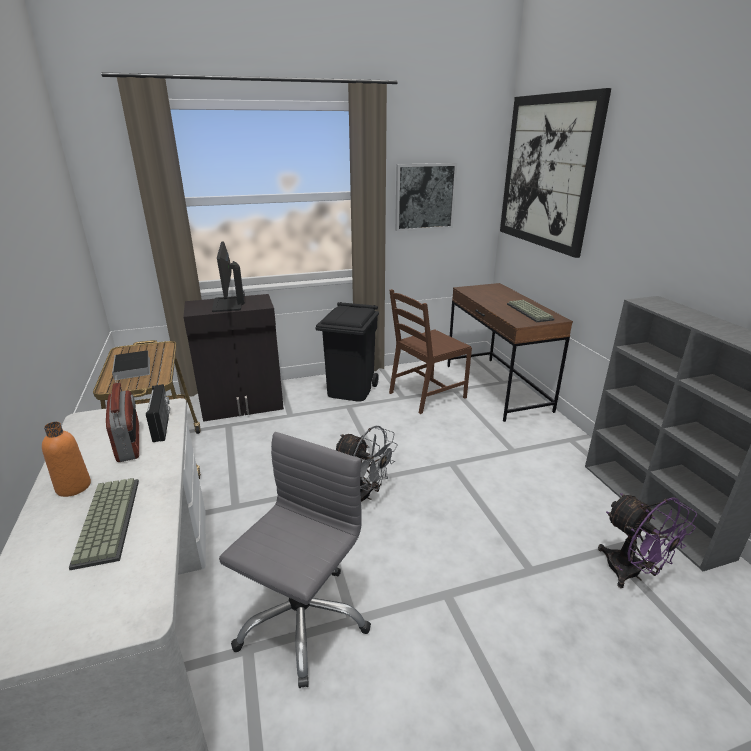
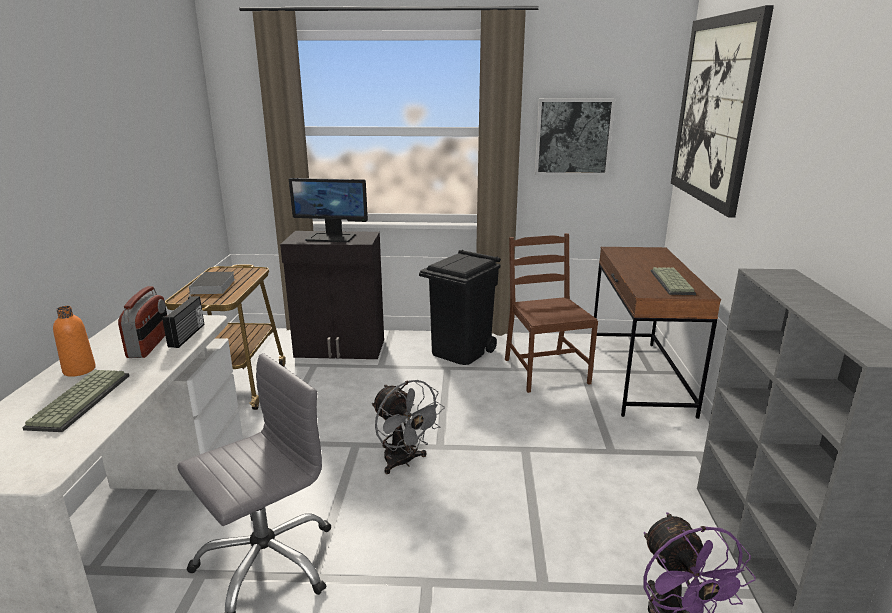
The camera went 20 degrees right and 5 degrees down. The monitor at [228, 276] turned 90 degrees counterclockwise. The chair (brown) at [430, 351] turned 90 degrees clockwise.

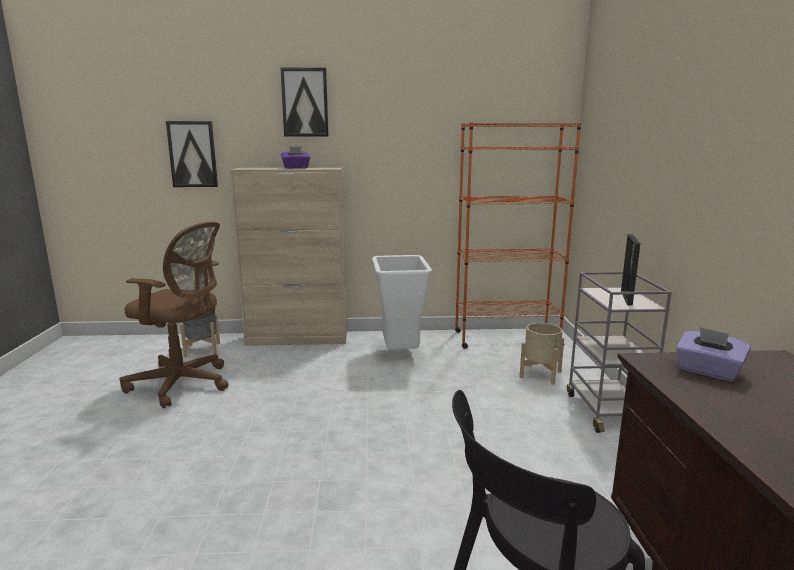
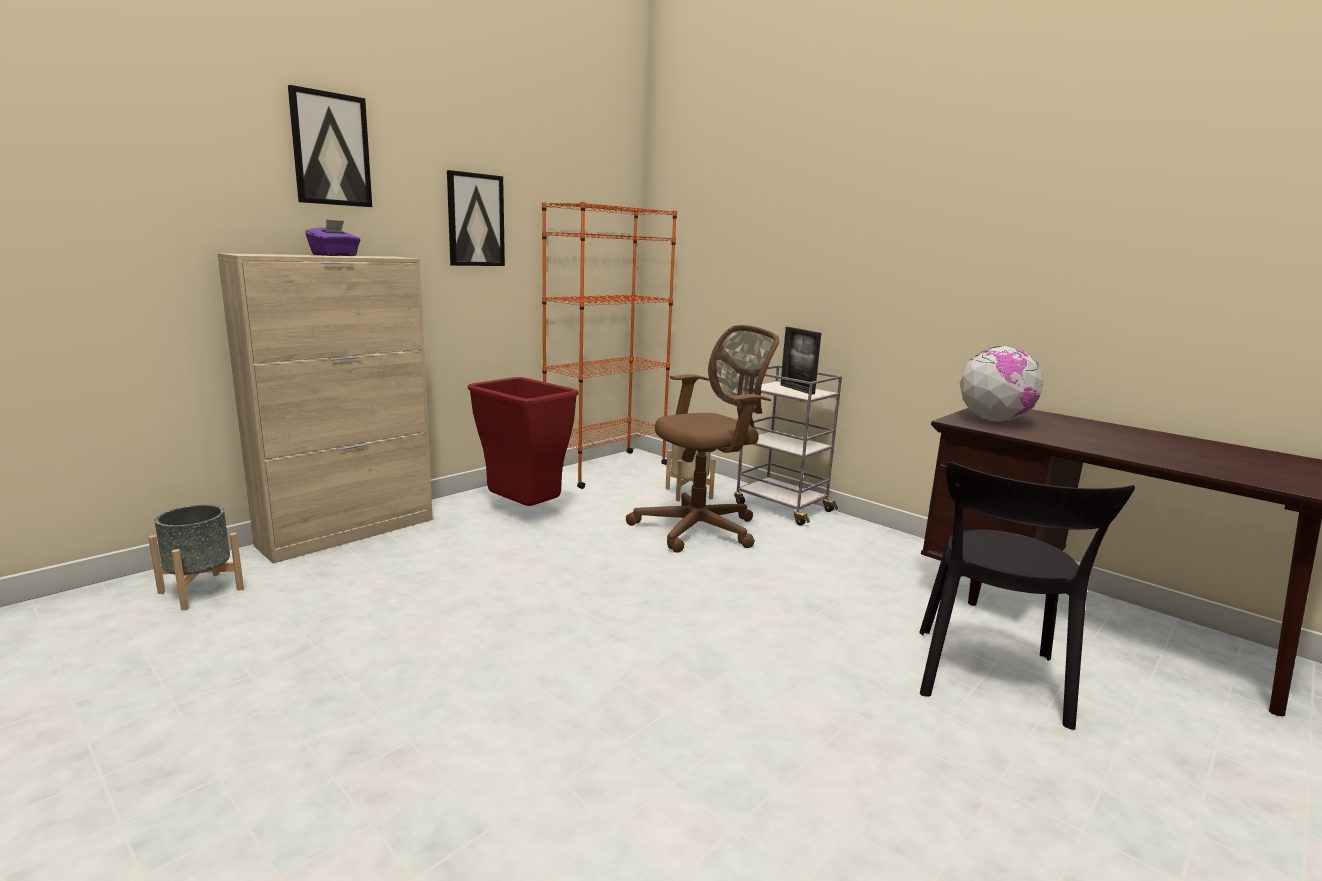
The camera went 45 degrees left and 0 degrees up. The office chair (brown) moved from [174, 315] to [702, 439]. The picture moved from [192, 154] to [476, 218]. The trash can (white) at [402, 302] became the trash can (red) at [523, 441]. The tissue box (purple) at [713, 354] was replaced by the globe at [1002, 384].

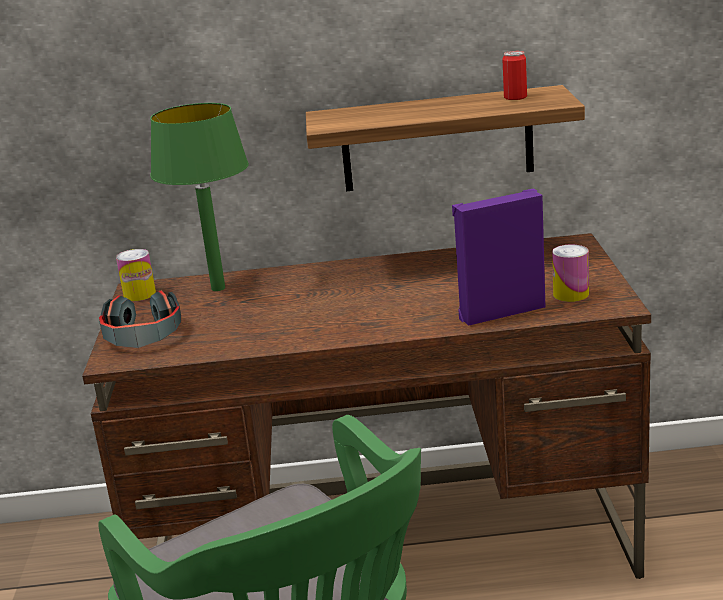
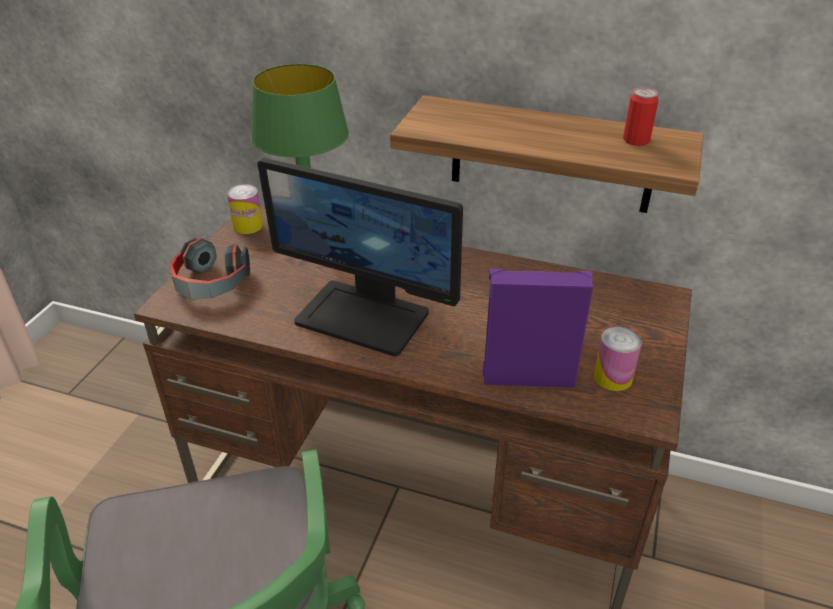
The camera went 20 degrees right and 15 degrees up. The monitor at [360, 257] appeared.

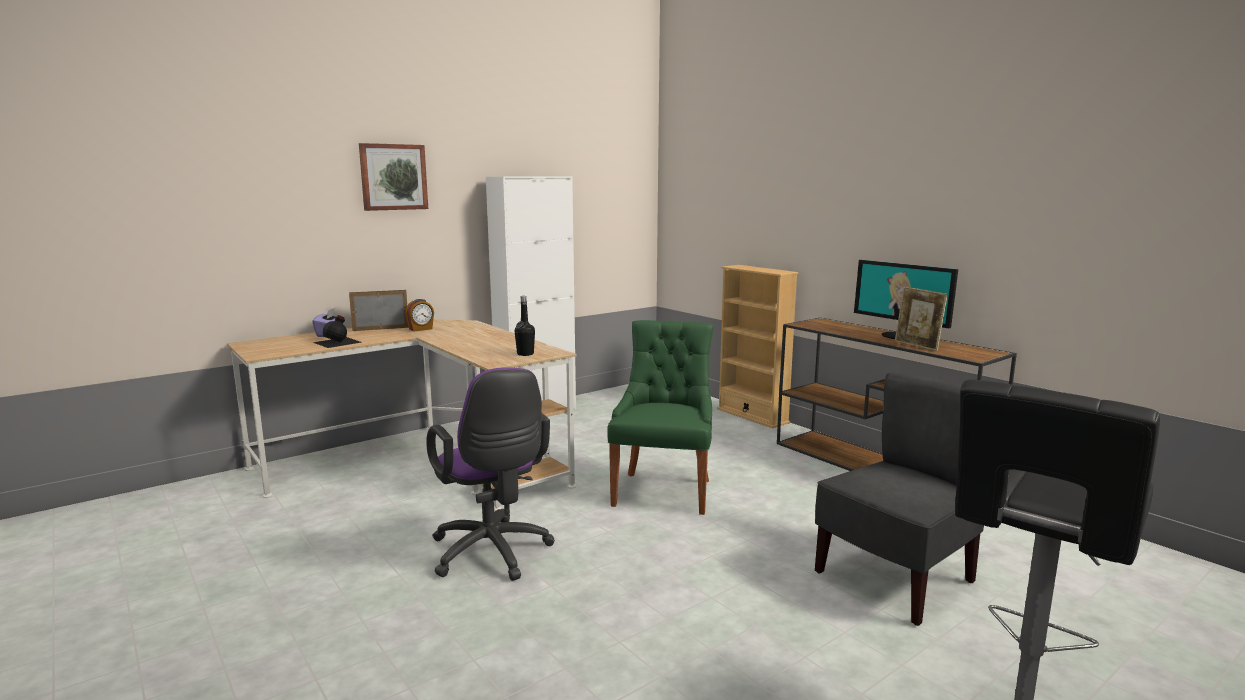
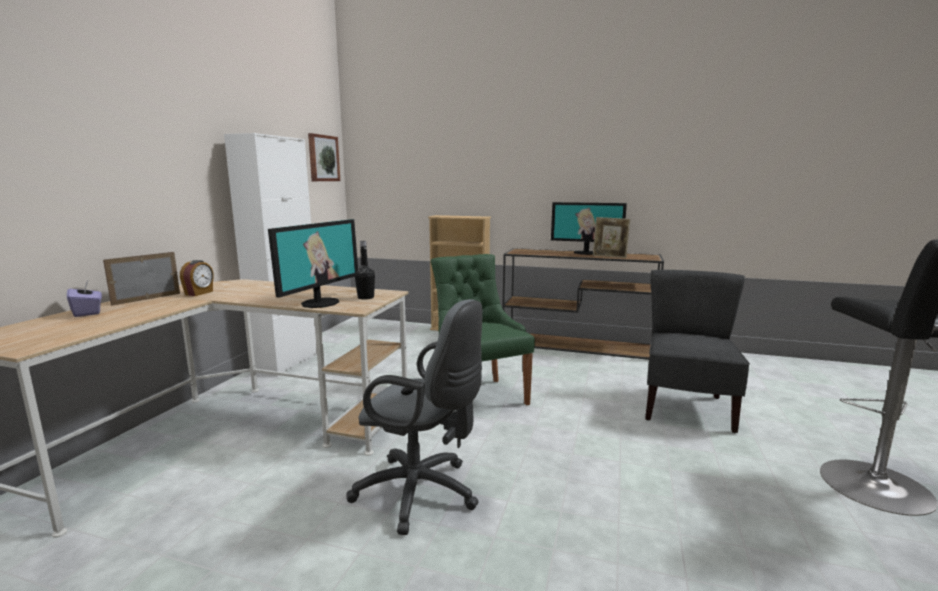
The camera went 35 degrees left and 0 degrees up. The bottle (black) at [337, 331] disappeared. The picture moved from [393, 177] to [324, 157]. The office chair (purple) at [490, 474] became the office chair (grey) at [414, 417]. The monitor at [313, 263] appeared.

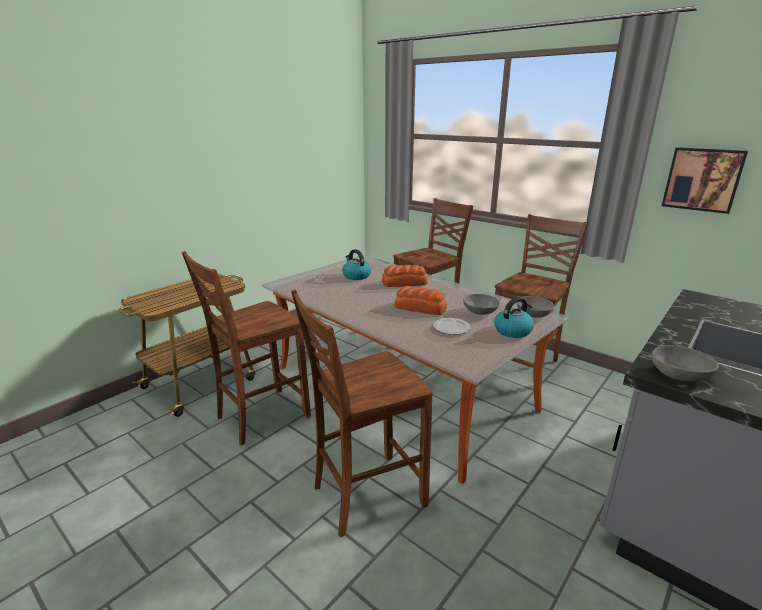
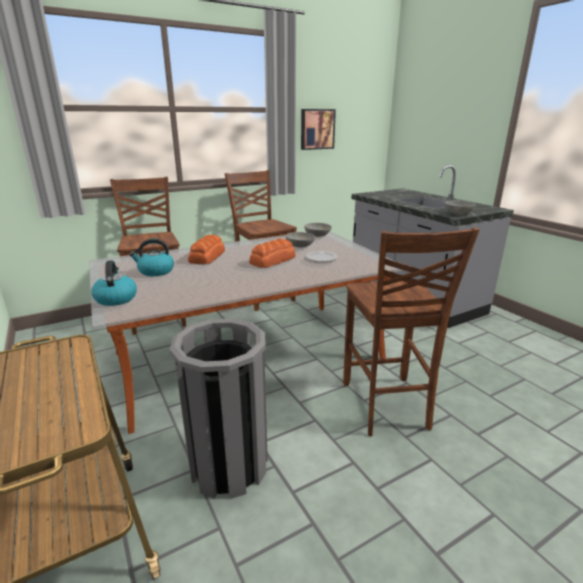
The camera went 70 degrees left and 0 degrees up. The chair (brown) at [246, 348] was replaced by the trash can (grey) at [219, 408]. The kettle moved from [514, 317] to [114, 283].

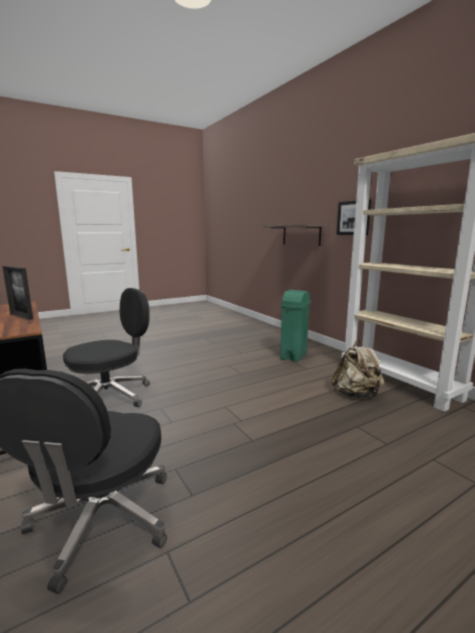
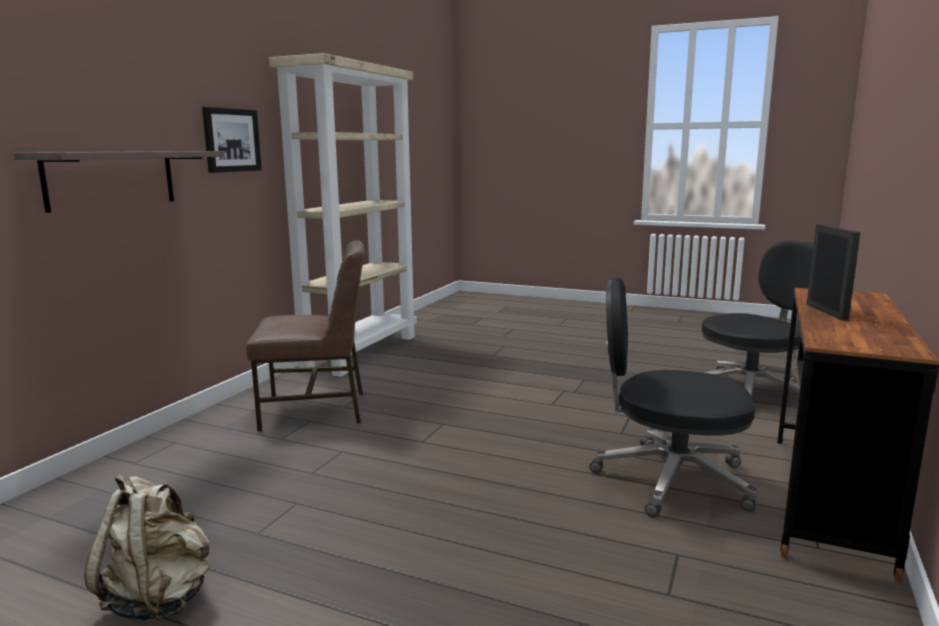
The camera went 125 degrees left and 0 degrees up. The trash can (green) at [295, 326] was replaced by the chair (brown) at [305, 335]. The backpack (beige) moved from [358, 368] to [147, 547].

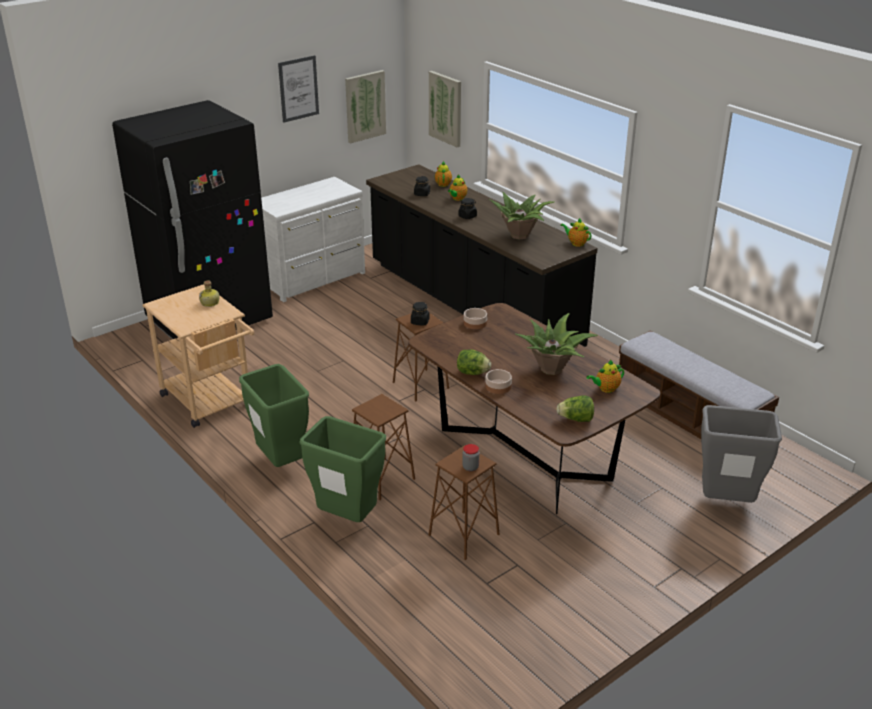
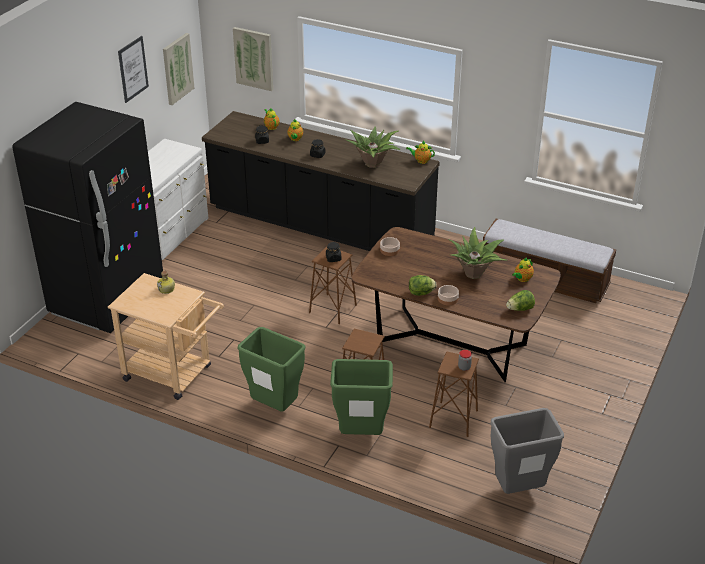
The camera went 25 degrees left and 5 degrees up. The trash can (grey) moved from [741, 454] to [527, 451].

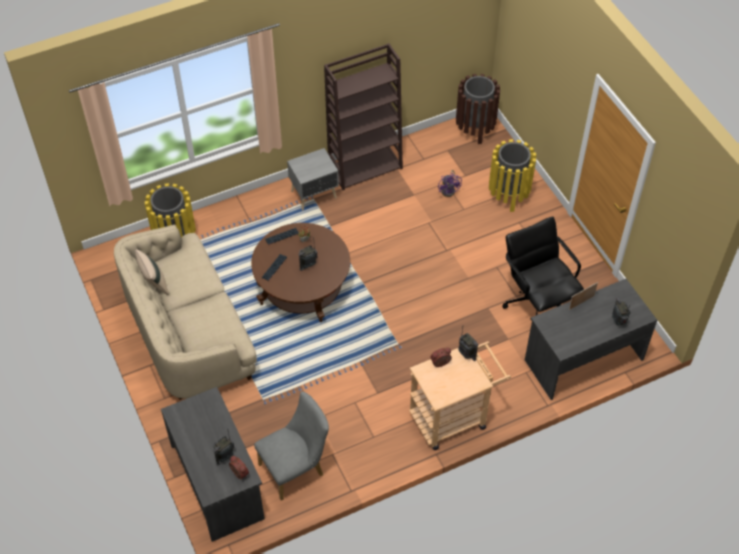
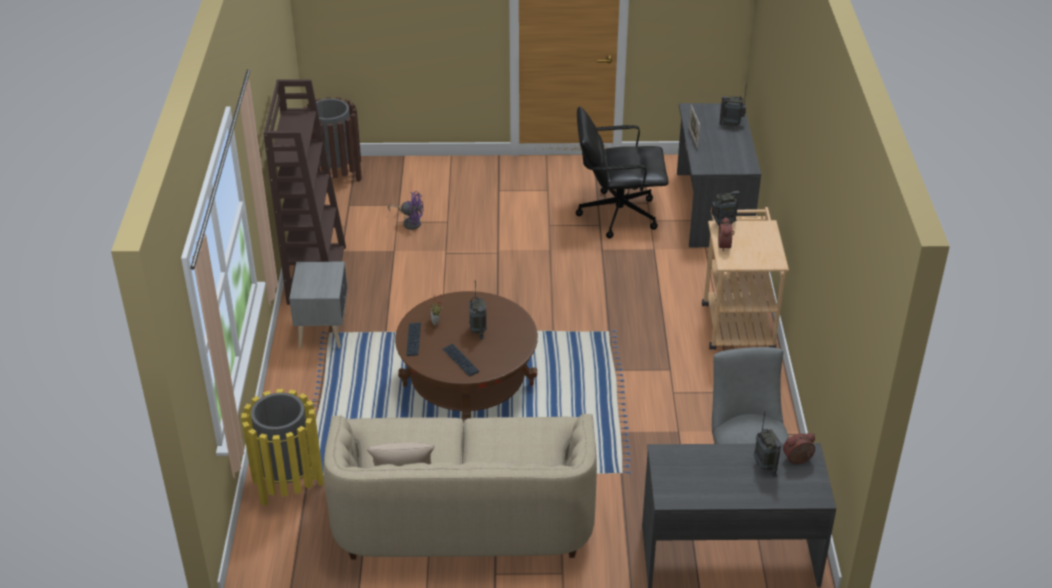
The camera went 65 degrees left and 15 degrees down. The trash can (yellow) at [512, 175] disappeared.

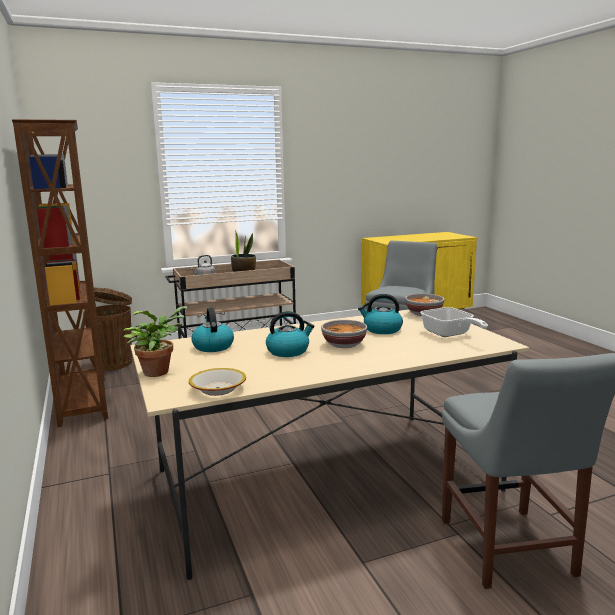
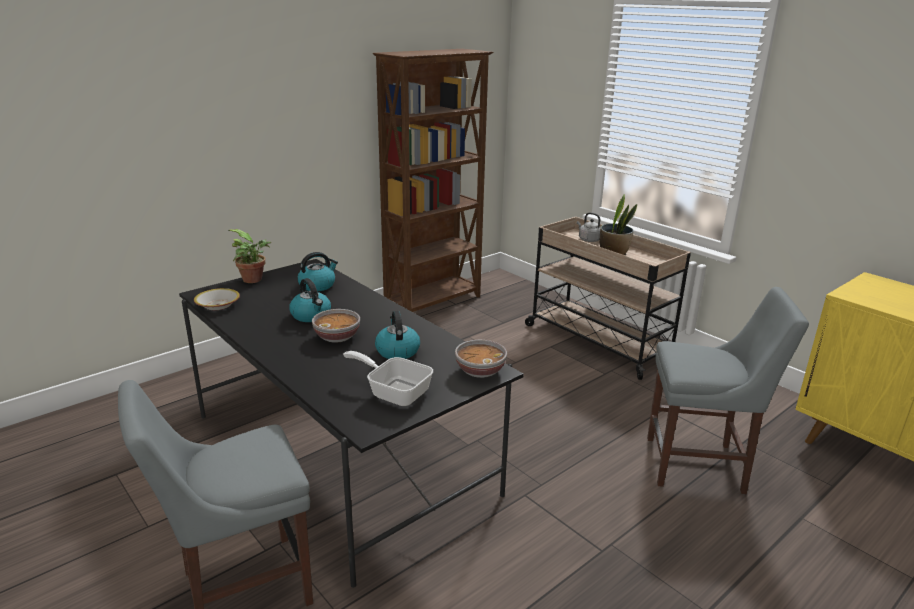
The camera went 70 degrees right and 10 degrees up. The trash can (brown) at [107, 328] disappeared. The dining table (beige) at [329, 444] became the dining table (black) at [351, 423]. The frying pan at [454, 322] turned 75 degrees clockwise.

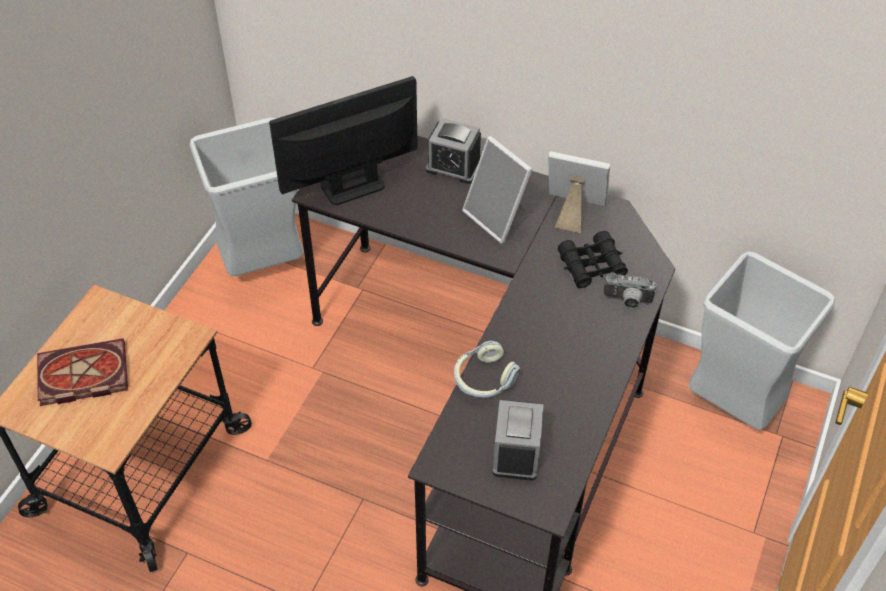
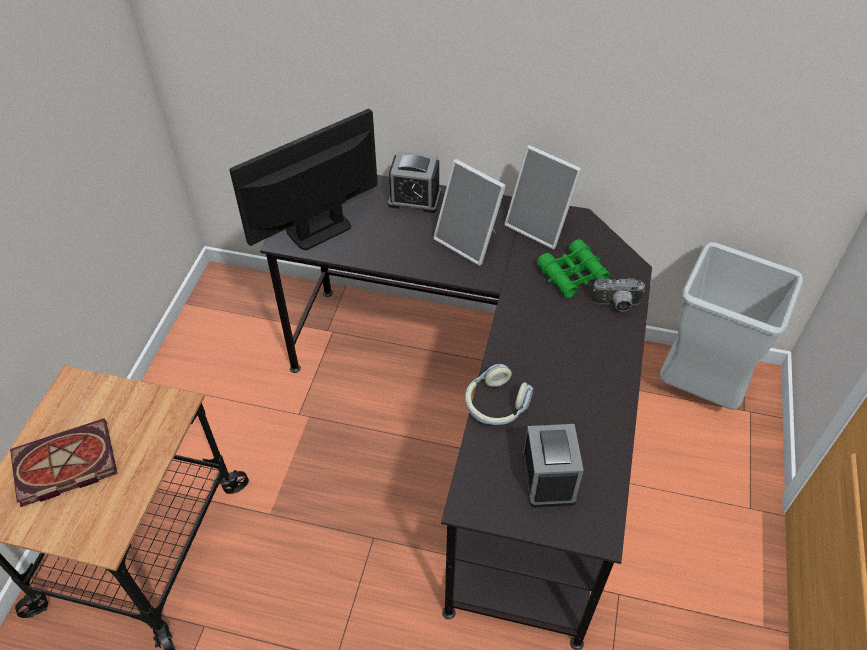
The camera went 10 degrees left and 0 degrees up. The trash can (grey) at [247, 197] disappeared. The picture frame at [579, 192] turned 150 degrees counterclockwise. The binoculars (black) at [593, 259] became the binoculars (green) at [573, 269].

